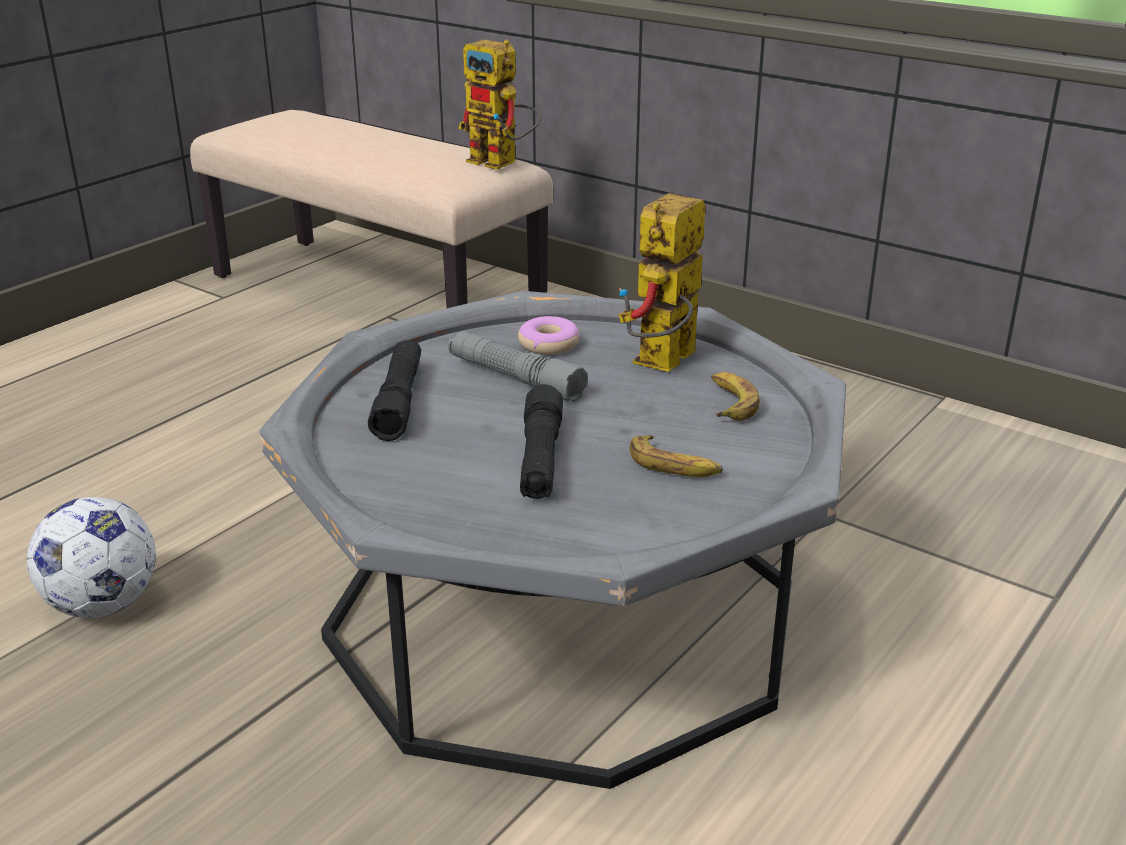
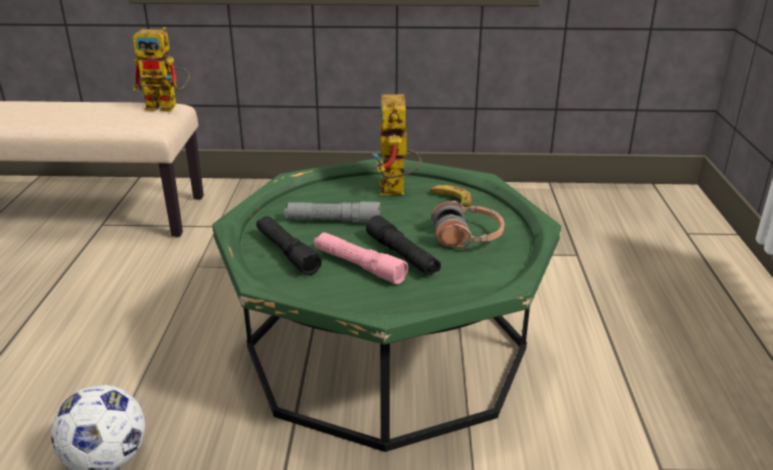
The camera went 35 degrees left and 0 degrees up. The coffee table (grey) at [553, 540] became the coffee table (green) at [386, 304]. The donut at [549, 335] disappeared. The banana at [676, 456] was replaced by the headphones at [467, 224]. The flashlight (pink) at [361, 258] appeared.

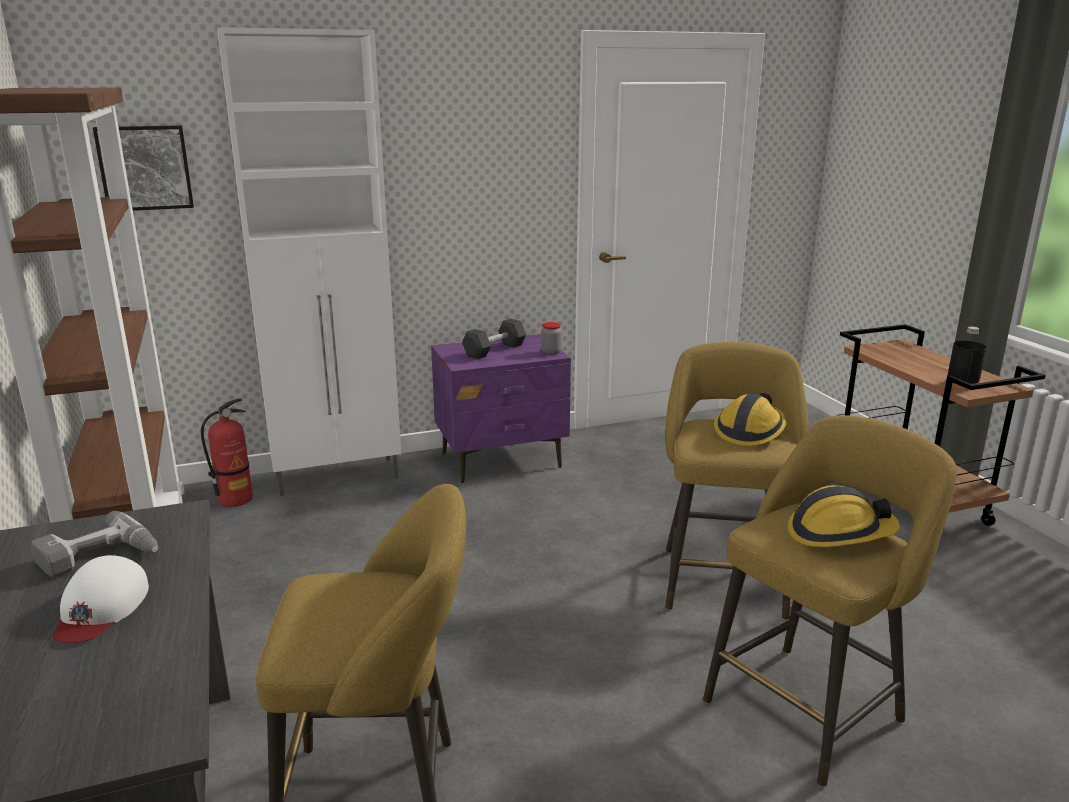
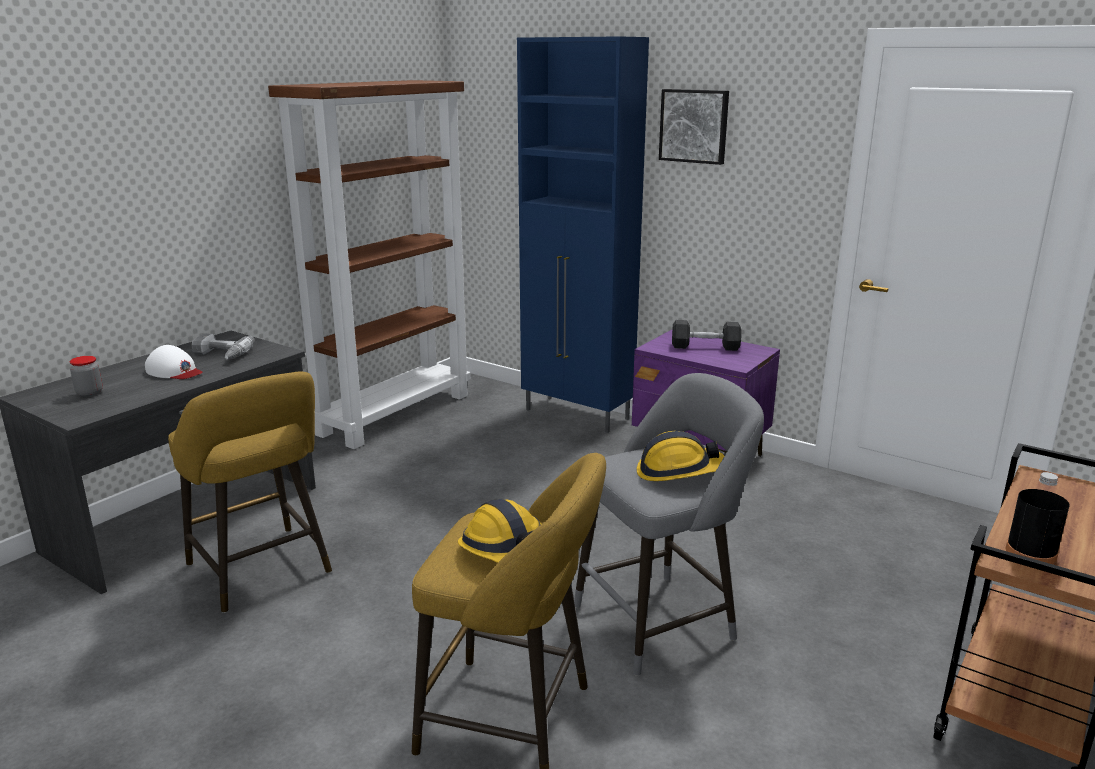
The camera went 55 degrees right and 0 degrees up. The cap (white) at [100, 599] turned 120 degrees counterclockwise. The picture moved from [143, 168] to [694, 127]. The fire extinguisher at [227, 452] disappeared. The cabinet (white) at [309, 261] became the cabinet (blue) at [583, 234]. The jar moved from [551, 338] to [86, 376]. The stool (yellow) at [737, 481] became the stool (grey) at [669, 524].

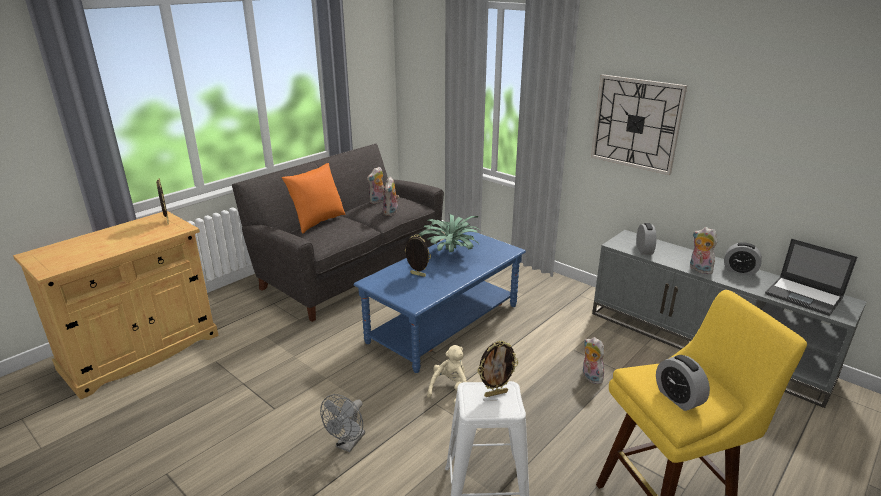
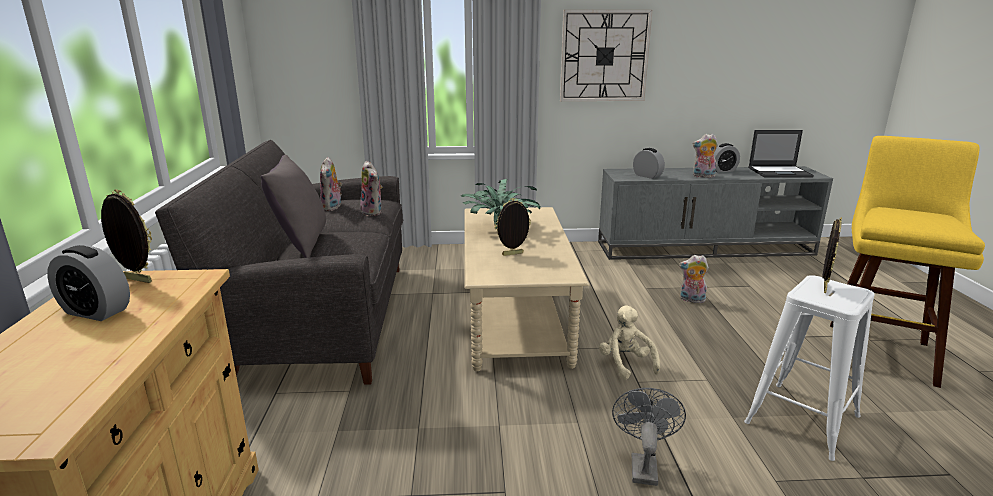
The camera went 45 degrees left and 5 degrees down. The pillow (orange) at [314, 198] became the pillow (grey) at [293, 206]. The fan (grey) at [342, 423] turned 150 degrees counterclockwise. The coffee table (blue) at [439, 302] became the coffee table (beige) at [526, 289]. The alarm clock moved from [683, 383] to [88, 283].

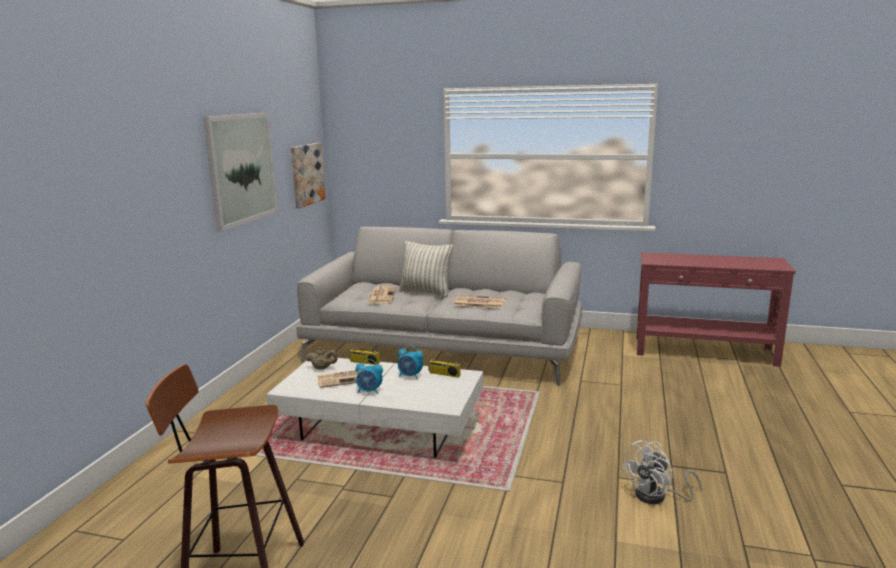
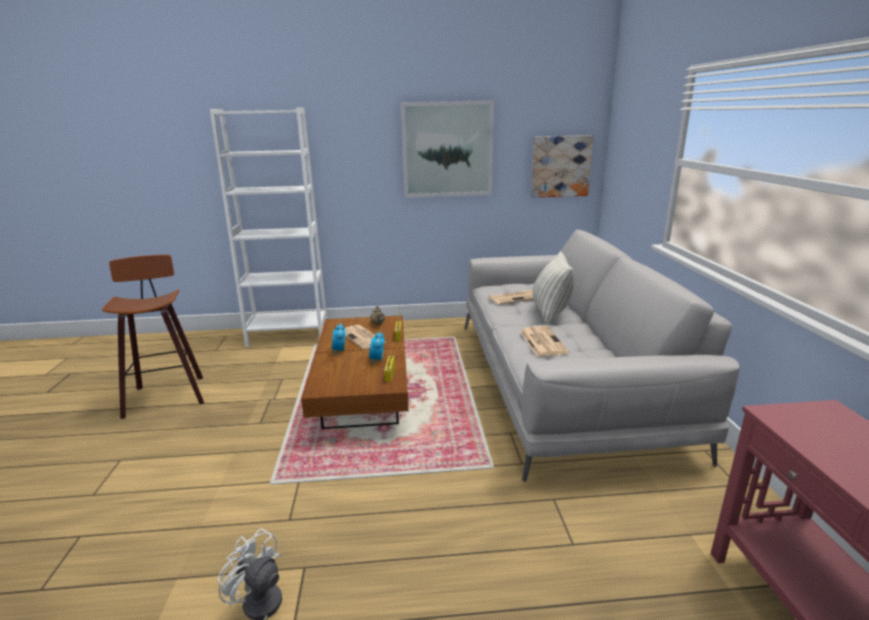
The camera went 70 degrees right and 5 degrees up. The coffee table (white) at [374, 407] became the coffee table (brown) at [355, 372]. The bookcase (white) at [268, 227] appeared.

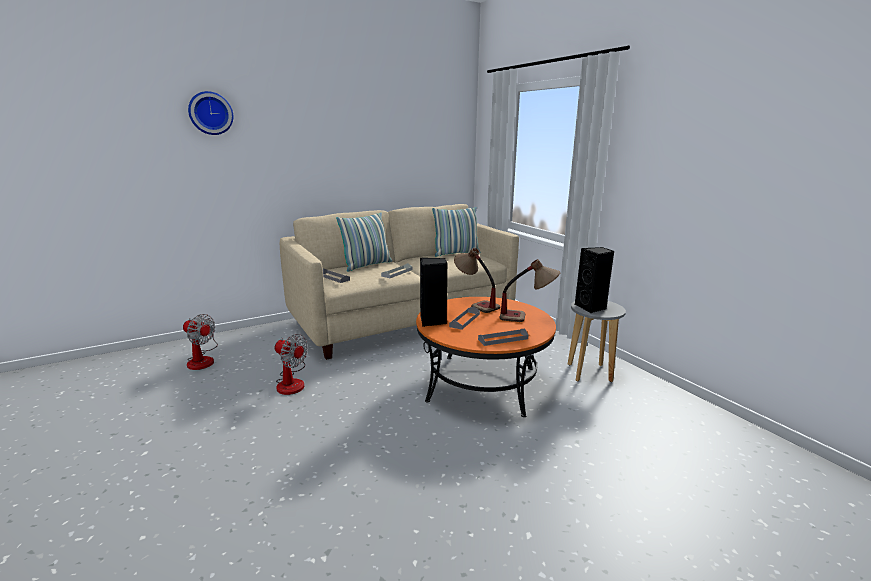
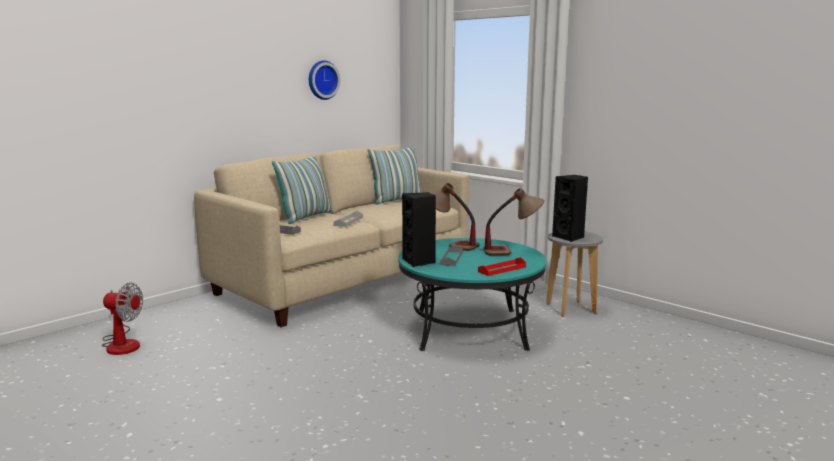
The camera went 15 degrees left and 5 degrees down. The wall clock moved from [210, 113] to [324, 80]. The fan at [291, 364] disappeared. The coffee table (orange) at [486, 357] became the coffee table (turquoise) at [472, 294]. The tray (grey) at [503, 337] became the tray (red) at [502, 266].

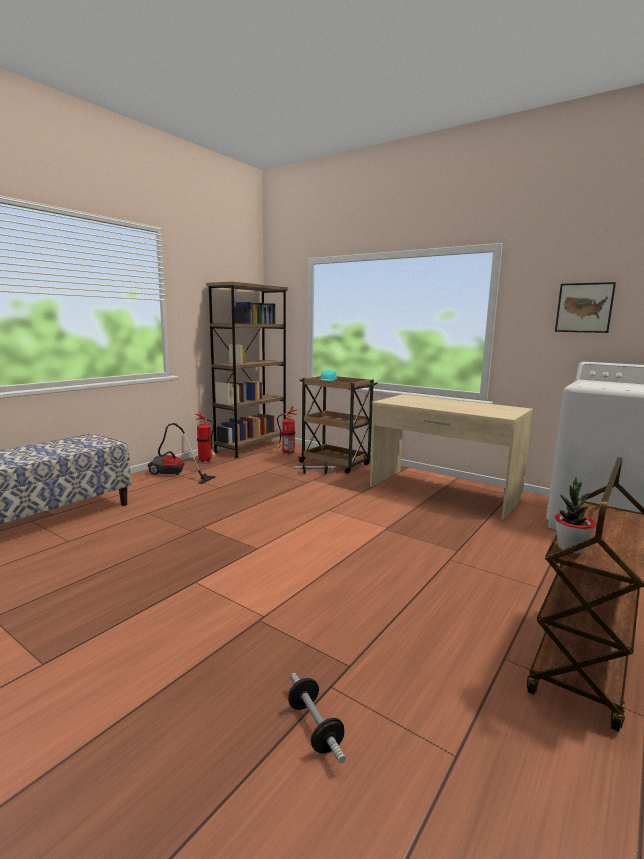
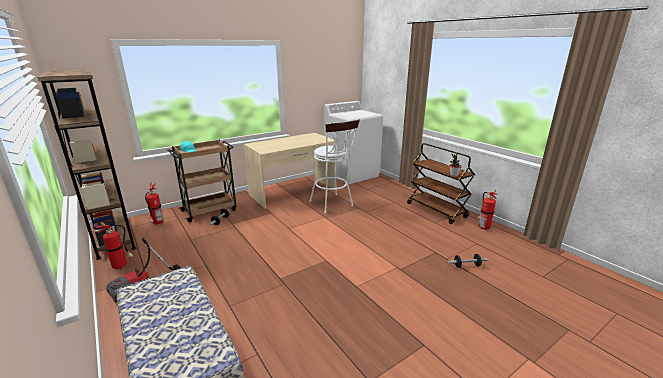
The camera went 70 degrees left and 10 degrees up. The picture at [585, 307] disappeared. The stool (white) at [334, 167] appeared. The fire extinguisher at [488, 210] appeared.

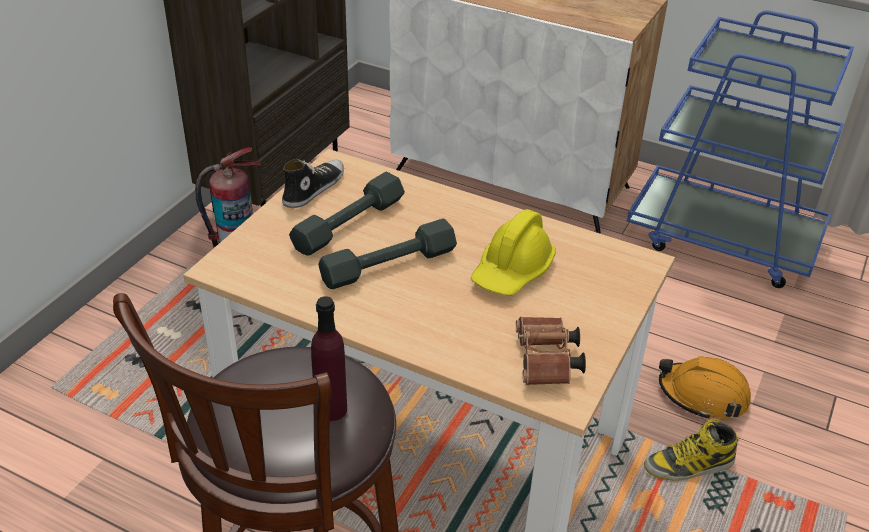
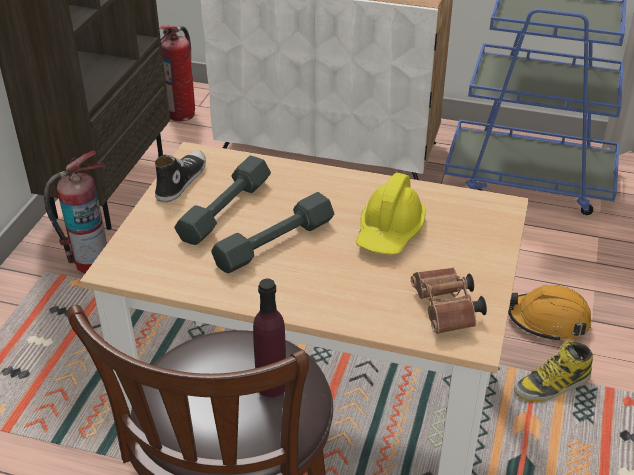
The camera went 10 degrees left and 0 degrees up. The fire extinguisher at [177, 73] appeared.

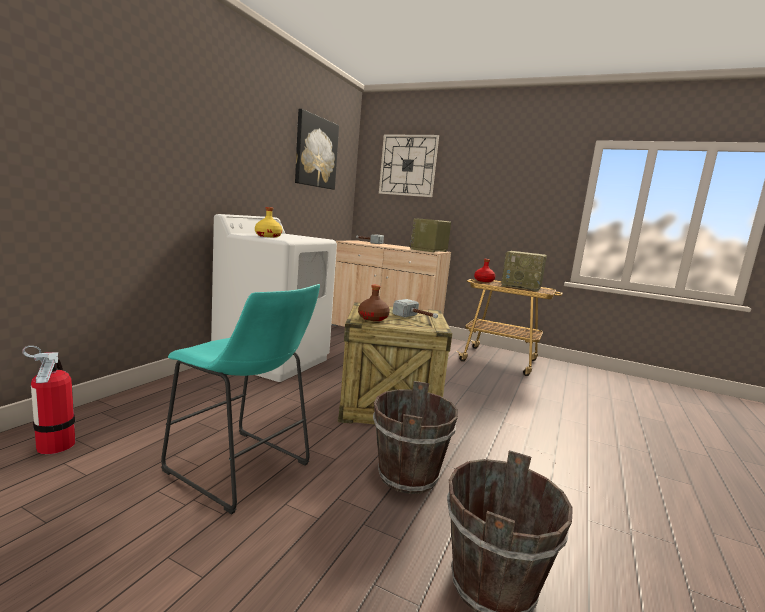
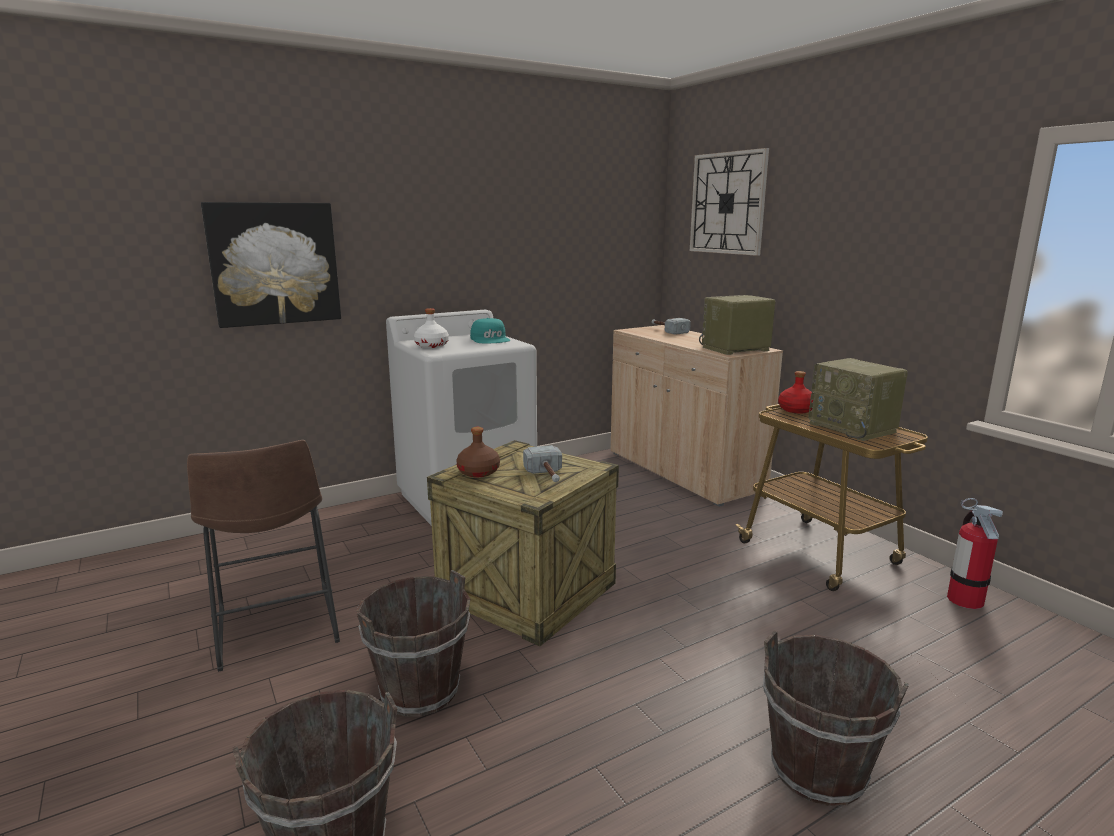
The camera went 35 degrees right and 5 degrees up. The fire extinguisher moved from [48, 400] to [975, 553]. The stool (turquoise) at [240, 399] became the stool (brown) at [263, 556]. The bottle (yellow) at [268, 222] became the bottle (white) at [431, 328]. The picture moved from [317, 149] to [271, 265]. The cap (turquoise) at [490, 330] appeared. The bucket (brown) at [836, 718] appeared.

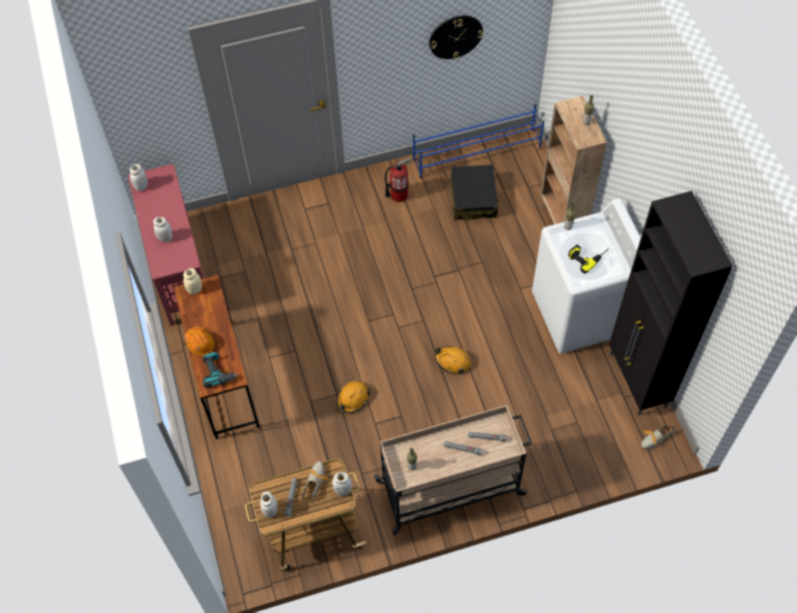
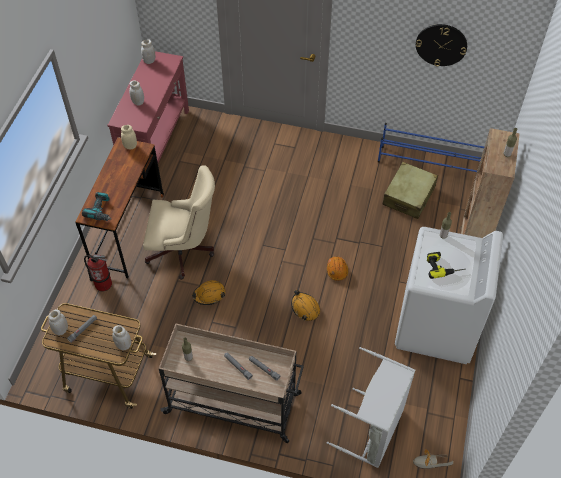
The camera went 30 degrees right and 5 degrees down. The hard hat (orange) moved from [200, 341] to [337, 269]. The shoe at [315, 481] disappeared. The fire extinguisher moved from [398, 180] to [98, 271]. The suitcase (black) at [474, 192] became the suitcase (beige) at [410, 190]. The cabinet (black) at [671, 303] disappeared. The office chair (beige) at [179, 222] appeared. The laundry basket (grey) at [371, 407] appeared.

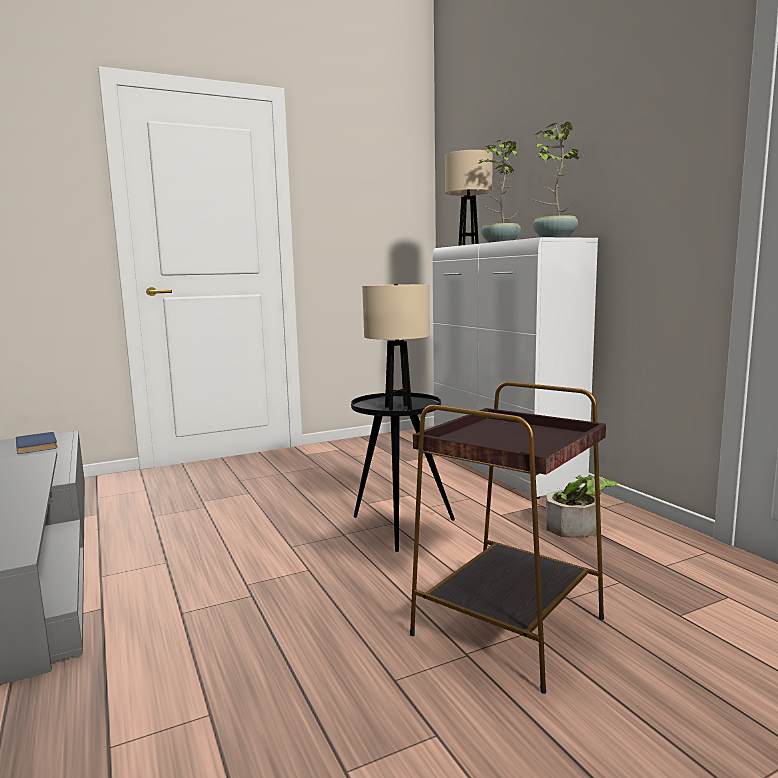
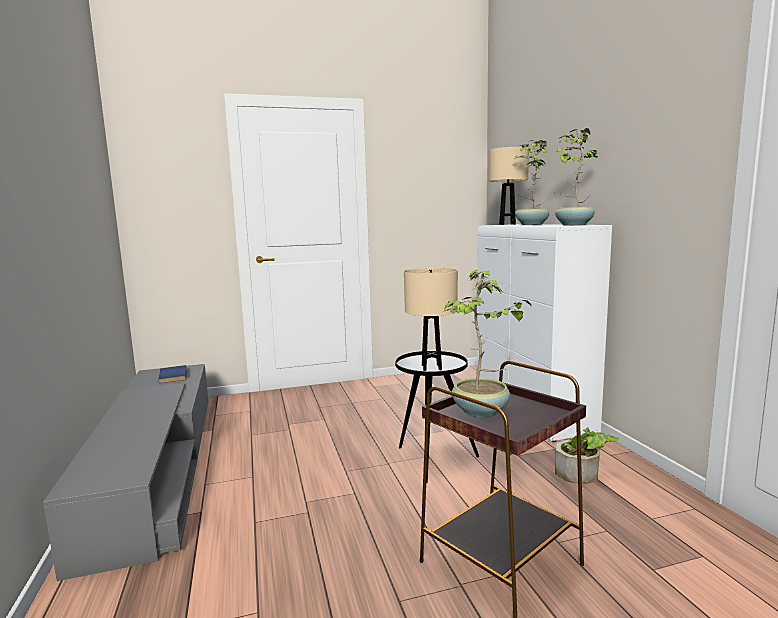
The camera went 10 degrees right and 0 degrees up. The potted plant at [487, 344] appeared.

